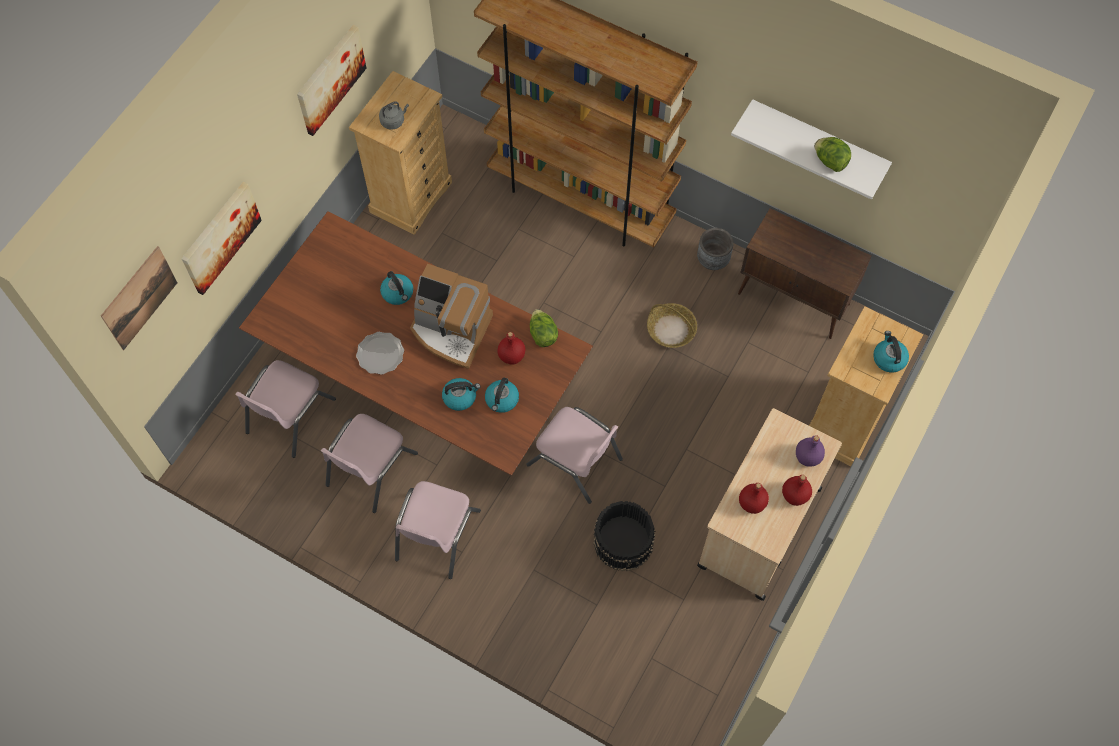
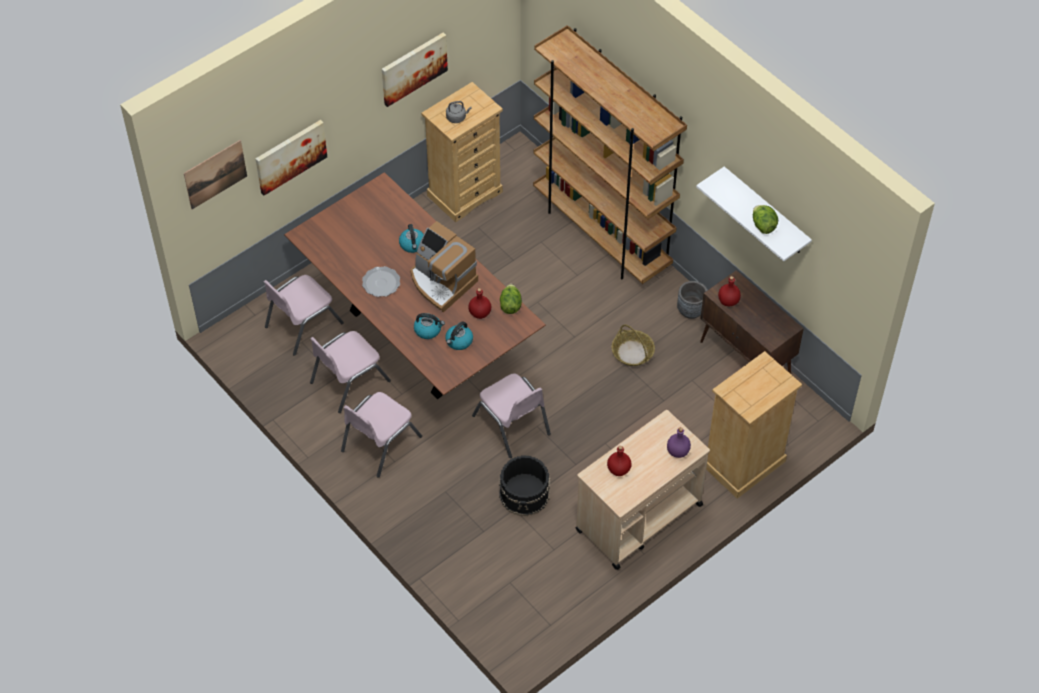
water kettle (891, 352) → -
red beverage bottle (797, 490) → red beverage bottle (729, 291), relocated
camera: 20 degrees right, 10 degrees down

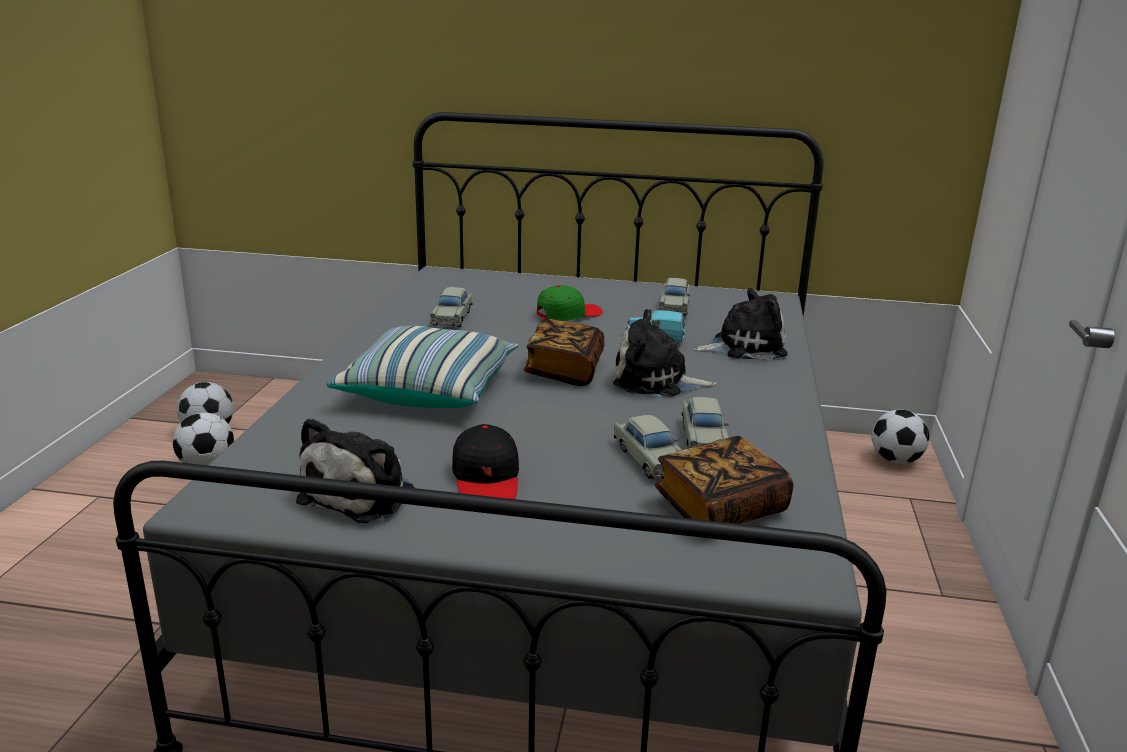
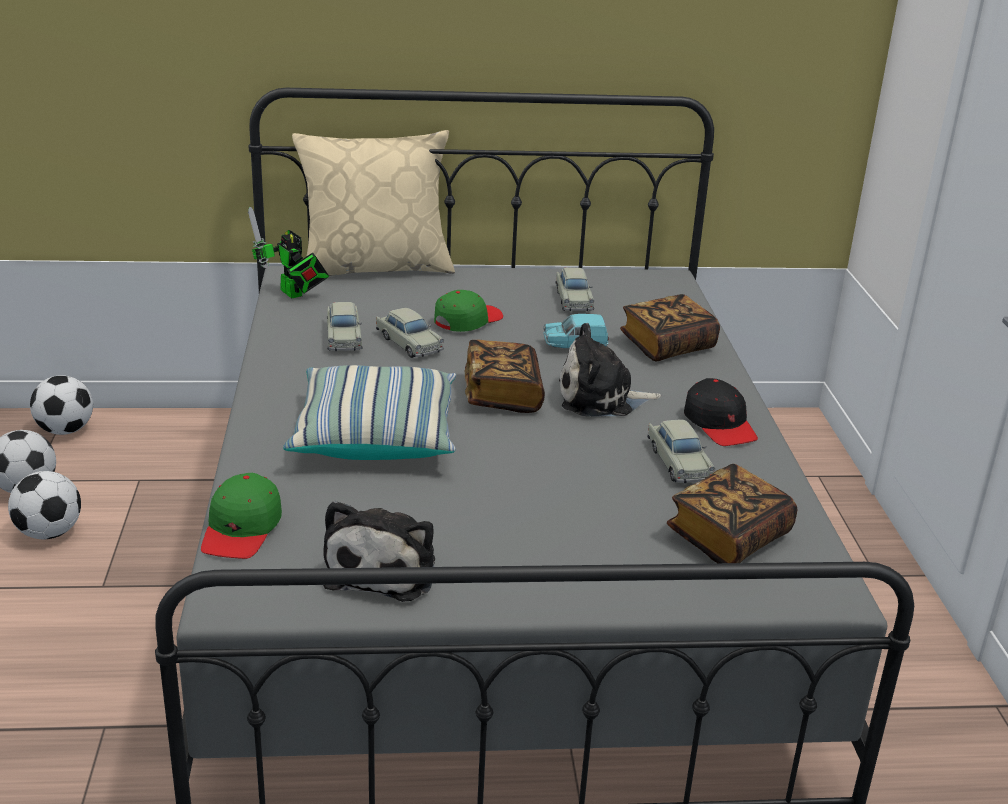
plush toy (741, 324) → bound book (670, 327)
ball for football (900, 437) → ball for football (61, 405), relocated
sand-coloured model car (648, 447) → sand-coloured model car (410, 333), relocated
black-coloured baseball cap (485, 461) → black-coloured baseball cap (721, 412), relocated
- → sand-coloured cushion (373, 203)
- → robot figure (288, 252)
- → green baseball cap (241, 516)
camera: 15 degrees left, 5 degrees up

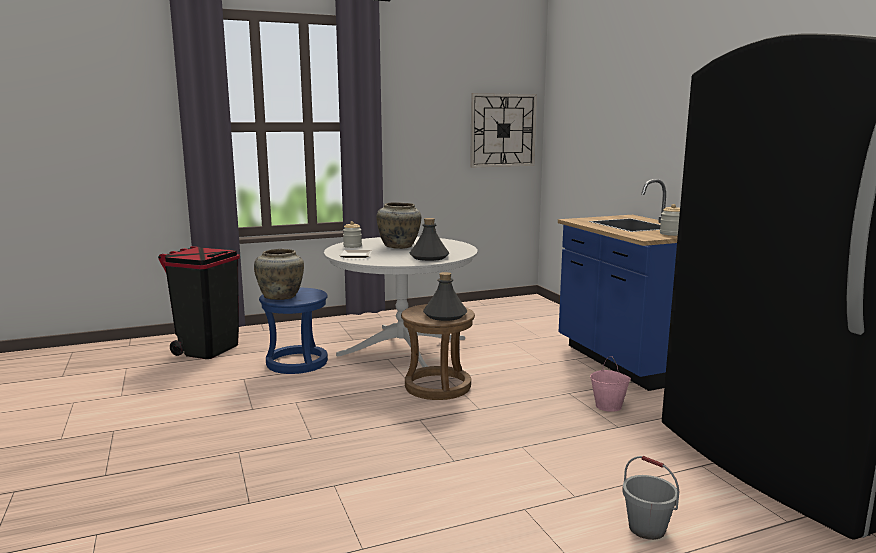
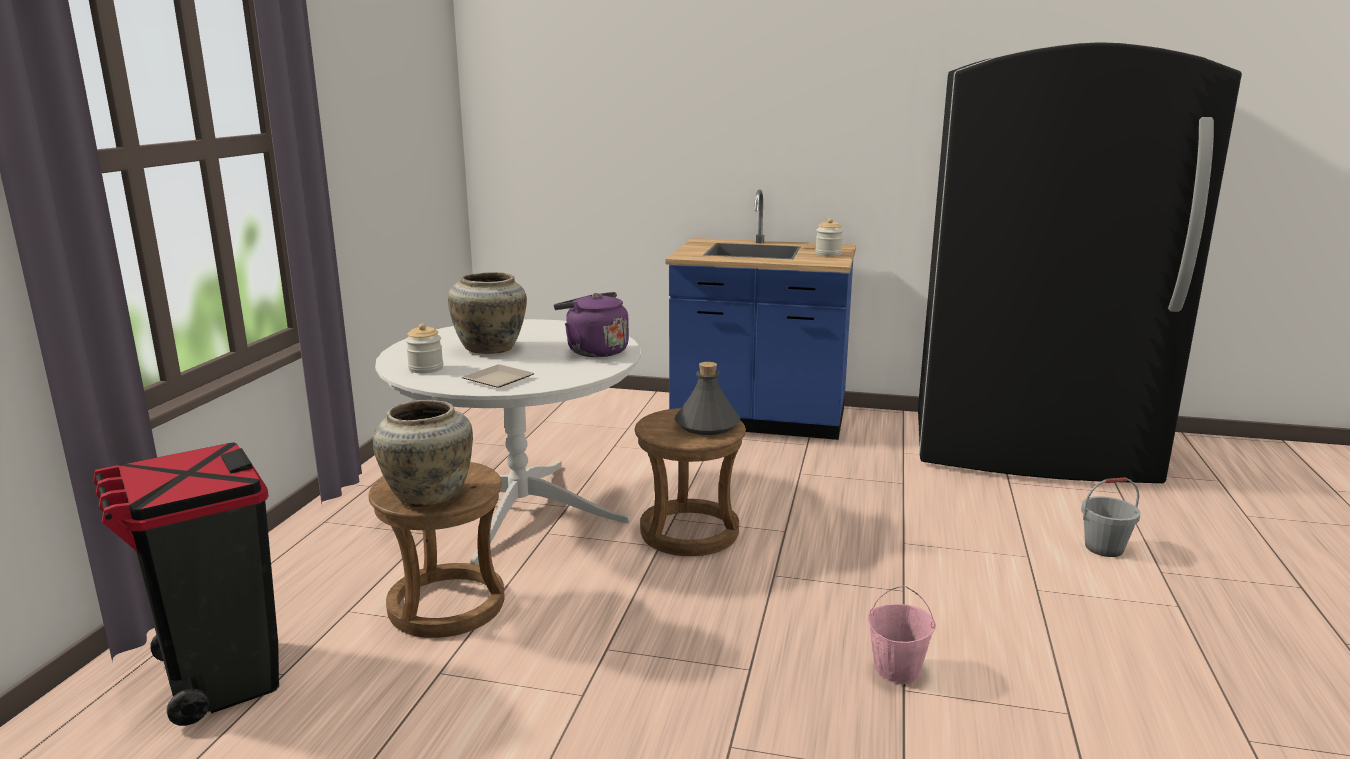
clock on the wall (503, 130) → -
greyish beverage bottle (429, 239) → purple water kettle (591, 324)
blue-coloured stool (293, 331) → brownish stool (436, 550)
pink-coloured pail (610, 384) → pink-coloured pail (902, 635), relocated
camera: 55 degrees left, 5 degrees up

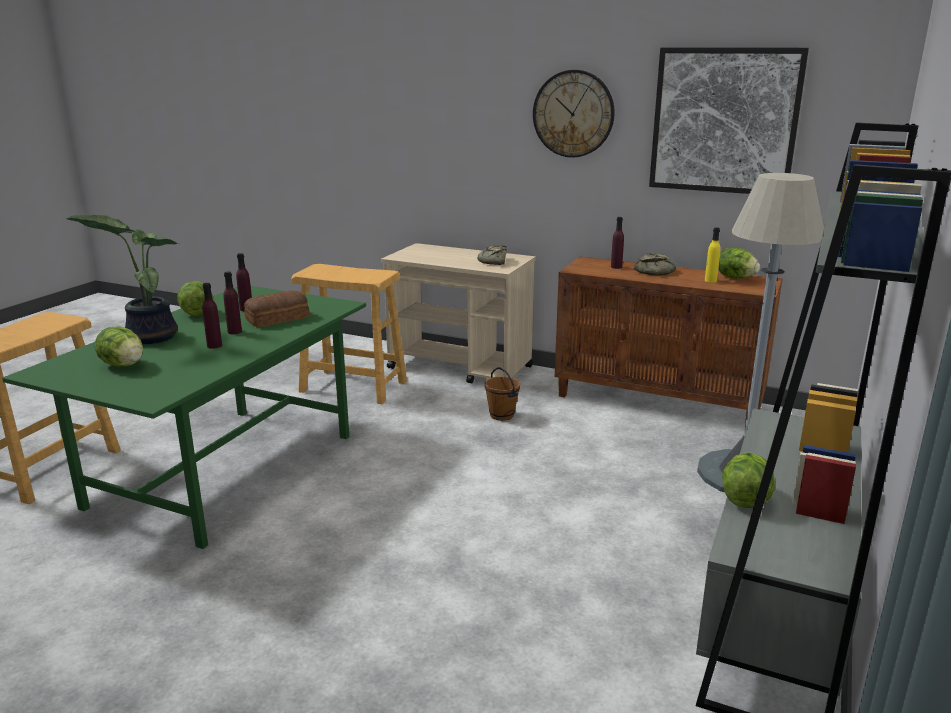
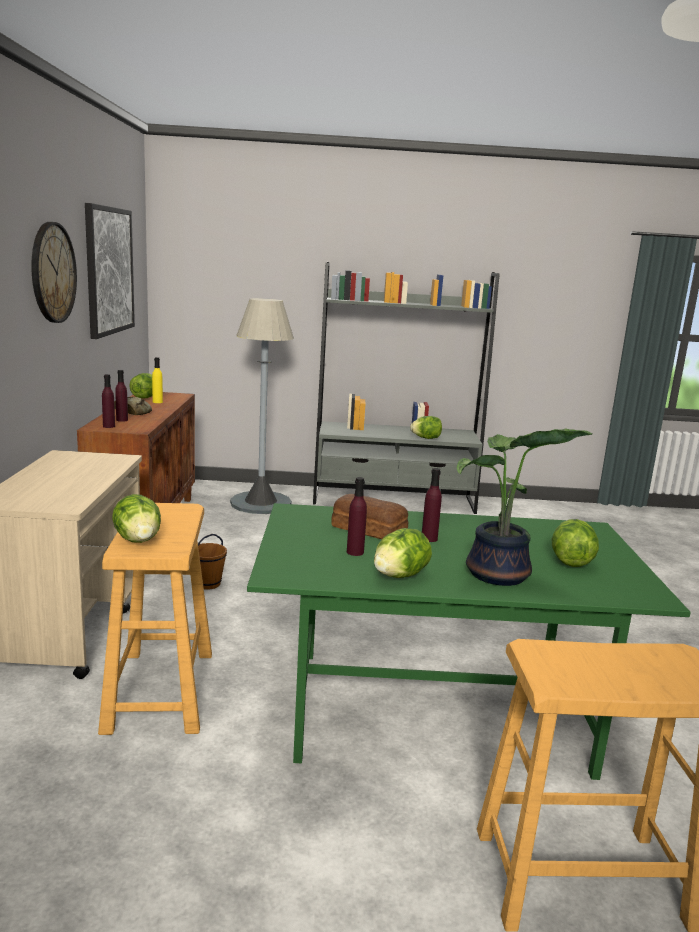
bread (492, 255) → -
purple beverage bottle (212, 316) → purple beverage bottle (108, 401), relocated
- → head of lettuce (136, 518)
camera: 115 degrees left, 5 degrees down

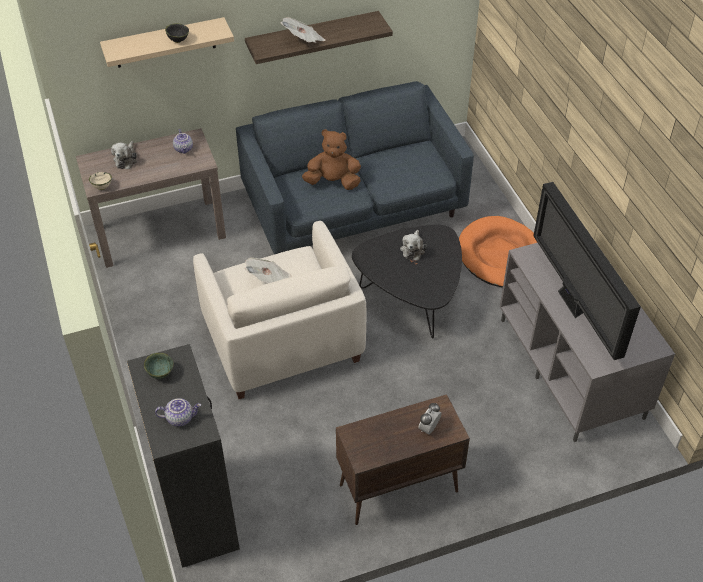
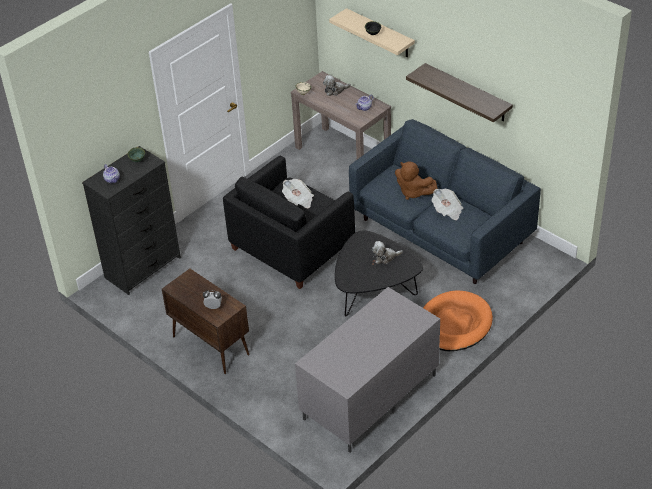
newspaper (303, 30) → newspaper (448, 204), relocated
brownish plush toy (331, 159) → brownish plush toy (416, 180), 150 degrees clockwise
television (587, 271) → -
white easy chair (279, 310) → black-coloured easy chair (289, 222)
camera: 65 degrees right, 5 degrees down

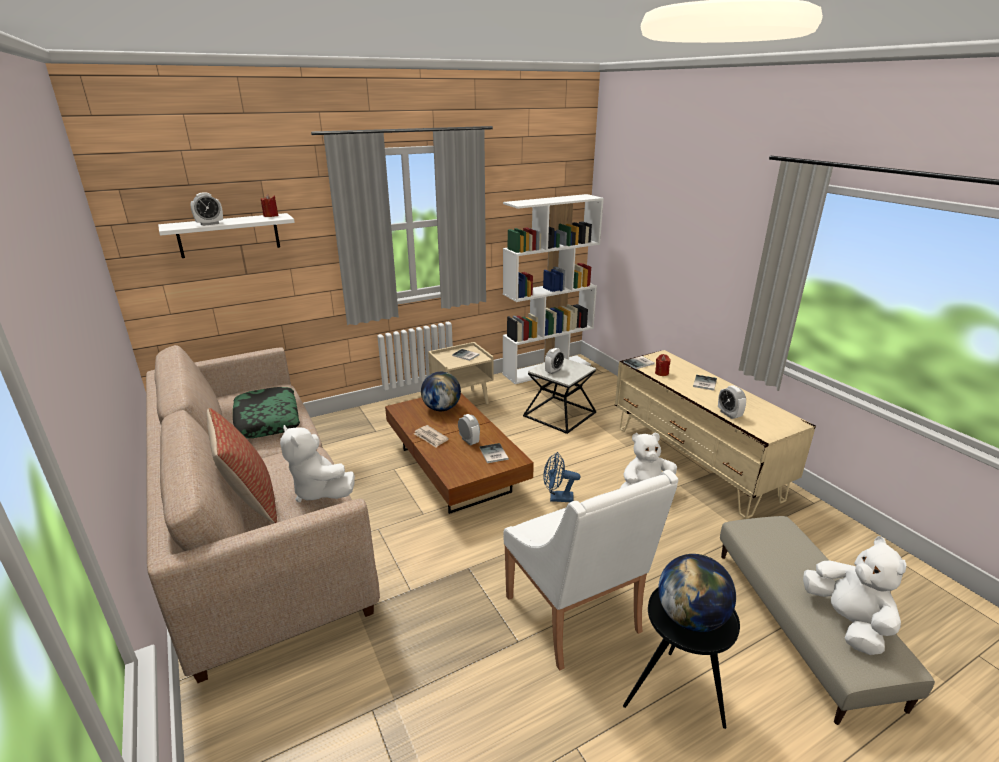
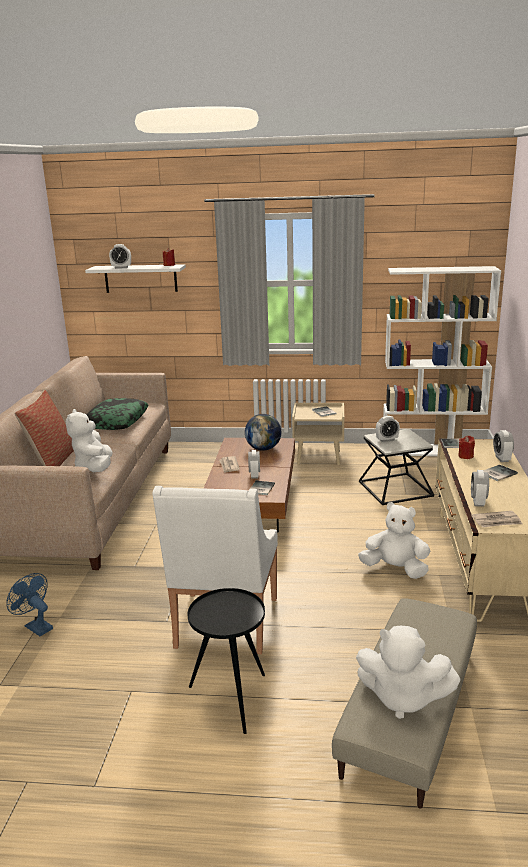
blue-coloured fan (562, 477) → blue-coloured fan (29, 604), relocated
white plush toy (854, 595) → white plush toy (408, 672), 90 degrees clockwise
globe (697, 593) → -
- → bedside clock (503, 446)
- → newspaper (497, 519)
camera: 35 degrees right, 5 degrees down

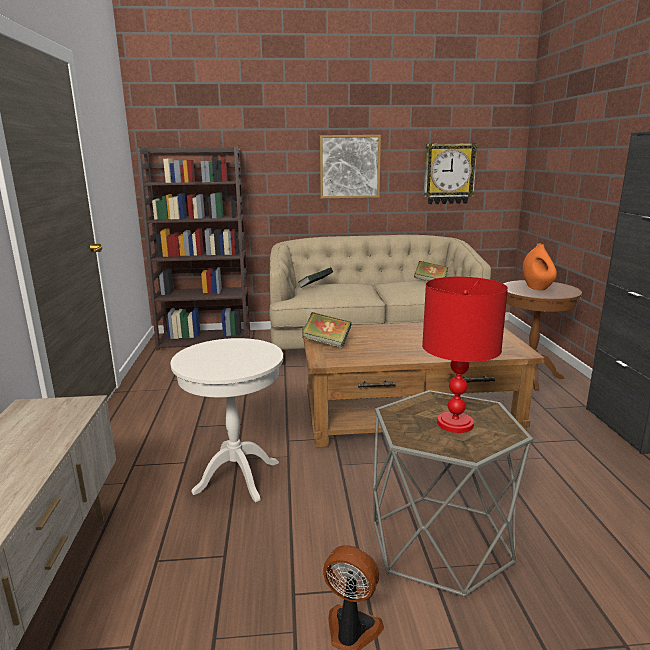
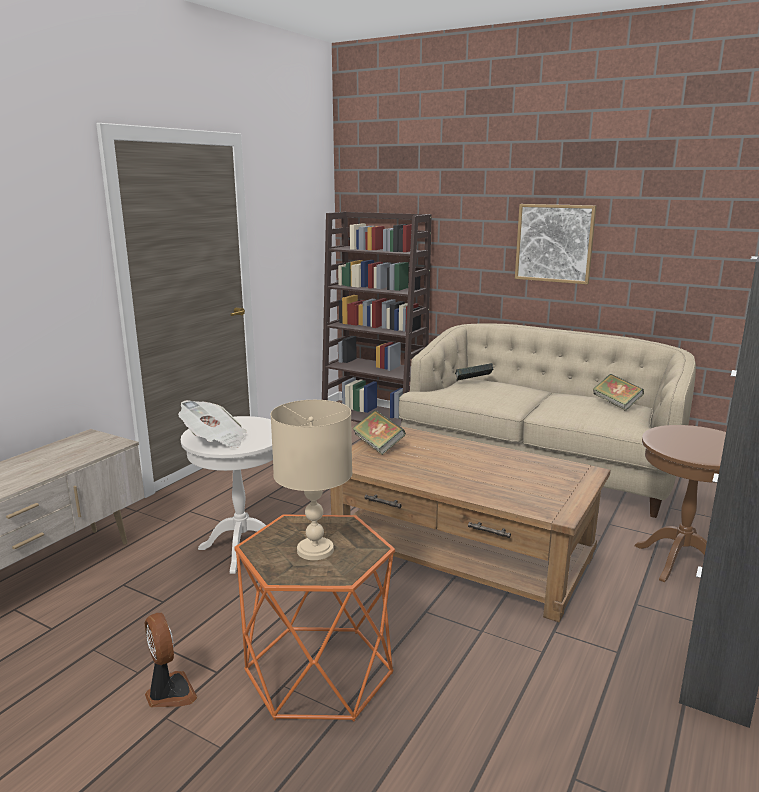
clock on the wall (450, 173) → -
orange vase (540, 266) → -
red lamp for a table (465, 355) → sand-coloured lamp for a table (311, 480)
greyish side table (453, 494) → orange side table (314, 618)
- → newspaper (212, 424)
camera: 35 degrees right, 0 degrees up

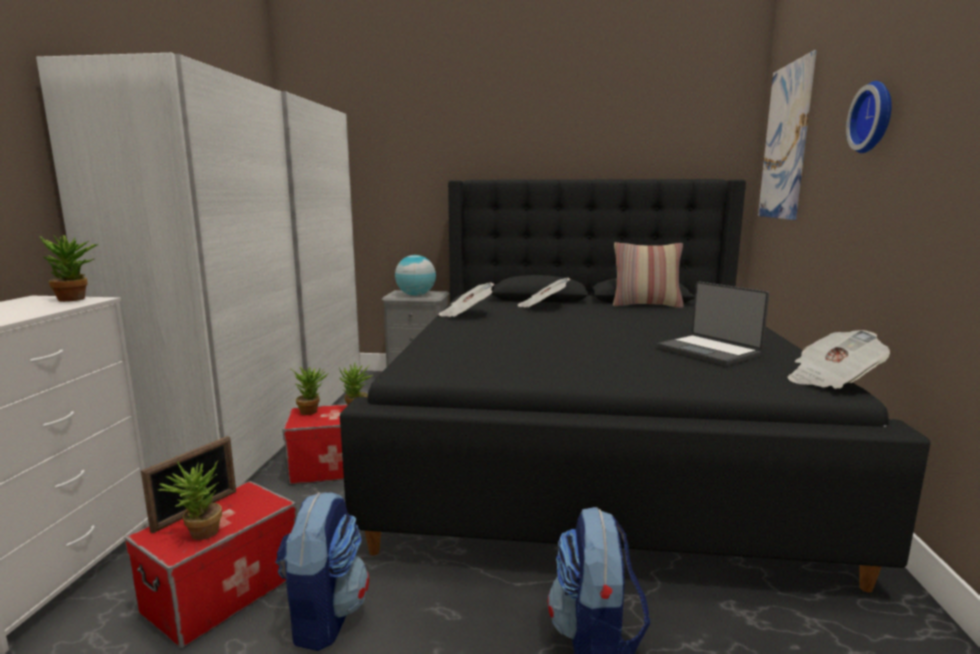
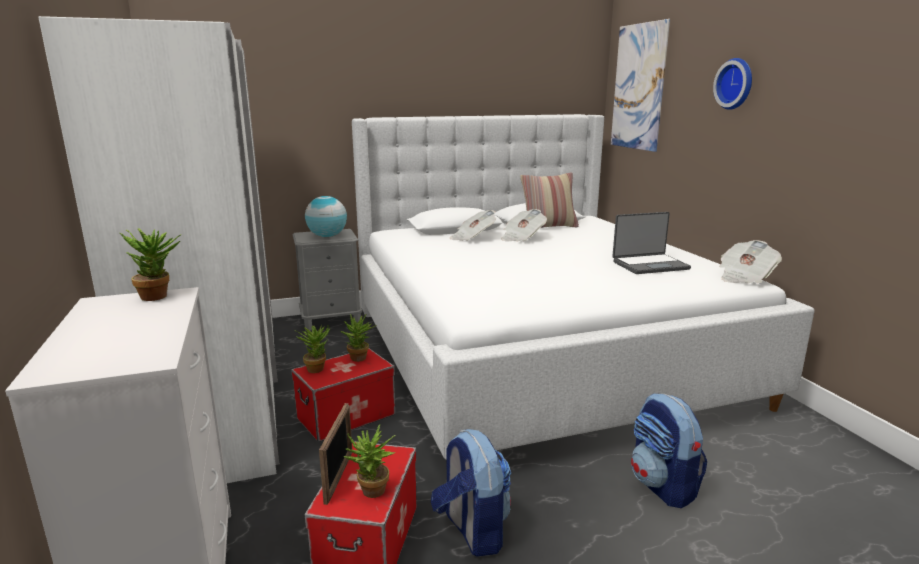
black-coloured bed (635, 386) → white bed (583, 287)
laptop (713, 324) → laptop (651, 243), 45 degrees counterclockwise
newspaper (466, 300) → newspaper (524, 225), relocated
camera: 25 degrees left, 5 degrees up

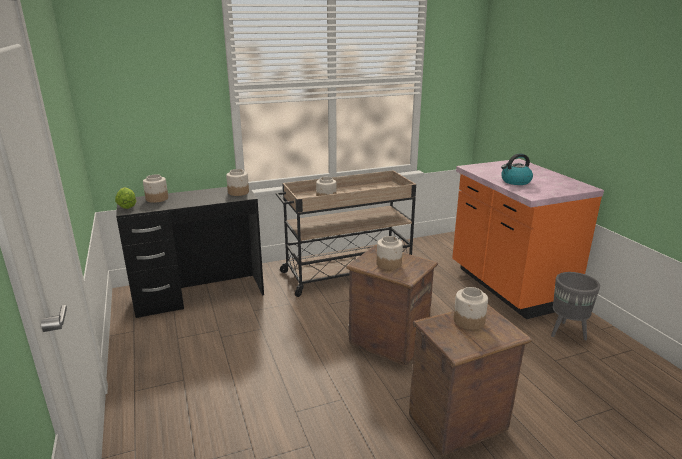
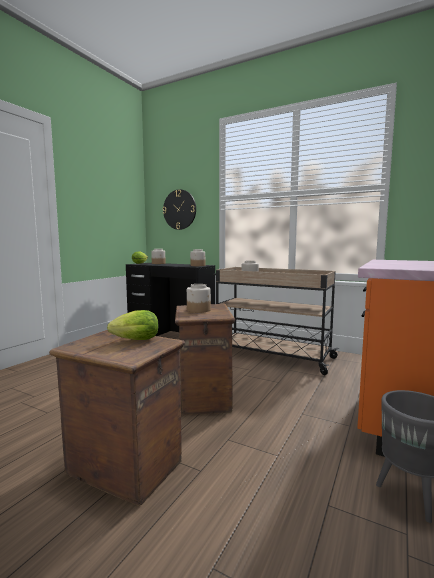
water kettle (517, 169) → -
preserve jar (471, 308) → head of lettuce (132, 325)
- → clock on the wall (179, 209)
camera: 50 degrees right, 15 degrees down

